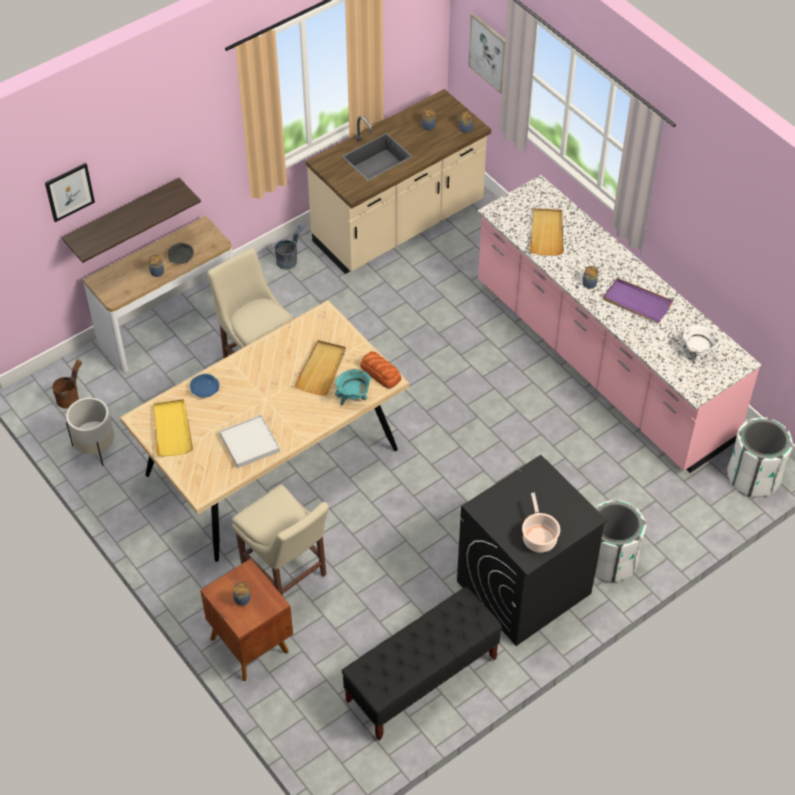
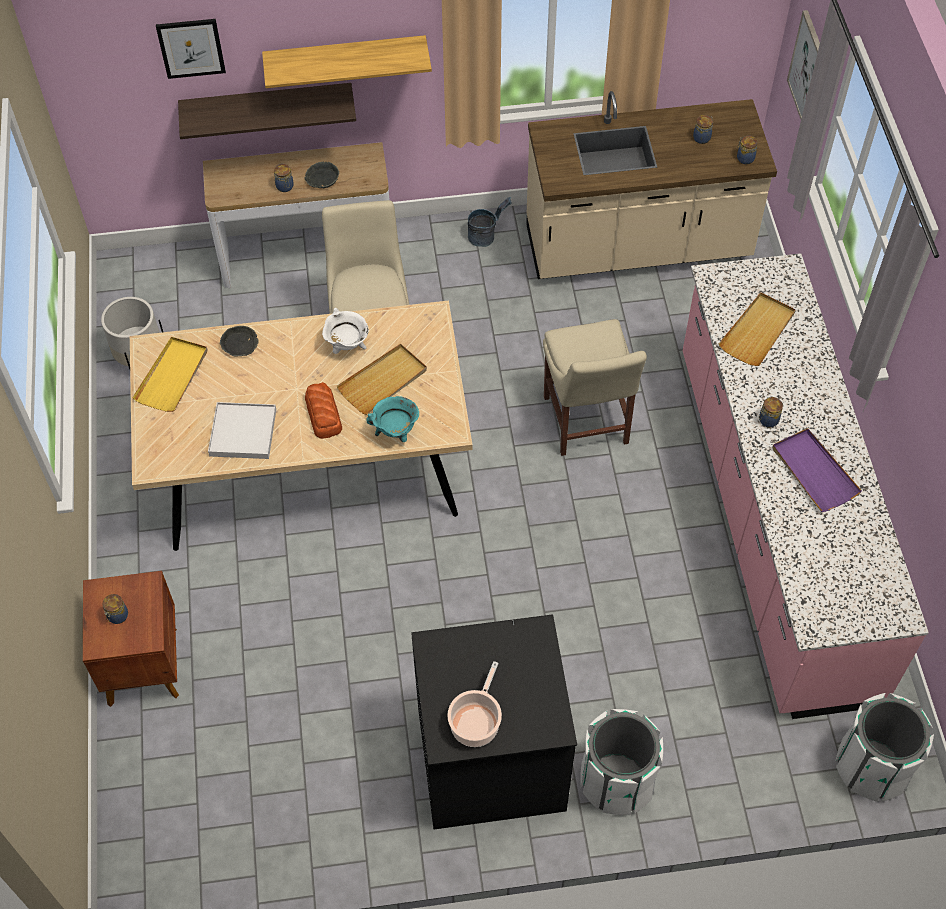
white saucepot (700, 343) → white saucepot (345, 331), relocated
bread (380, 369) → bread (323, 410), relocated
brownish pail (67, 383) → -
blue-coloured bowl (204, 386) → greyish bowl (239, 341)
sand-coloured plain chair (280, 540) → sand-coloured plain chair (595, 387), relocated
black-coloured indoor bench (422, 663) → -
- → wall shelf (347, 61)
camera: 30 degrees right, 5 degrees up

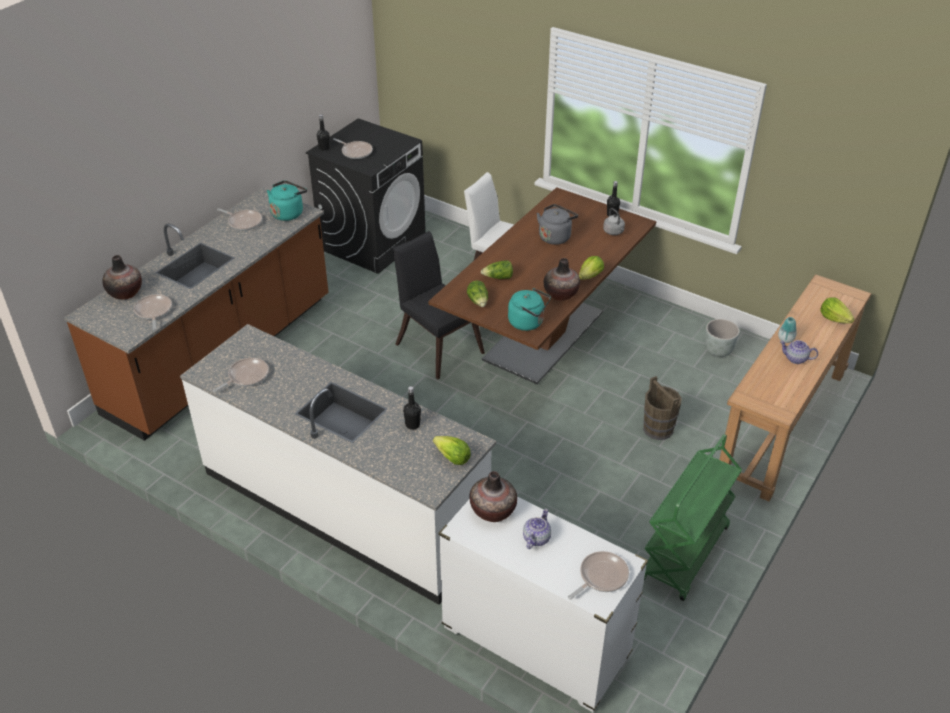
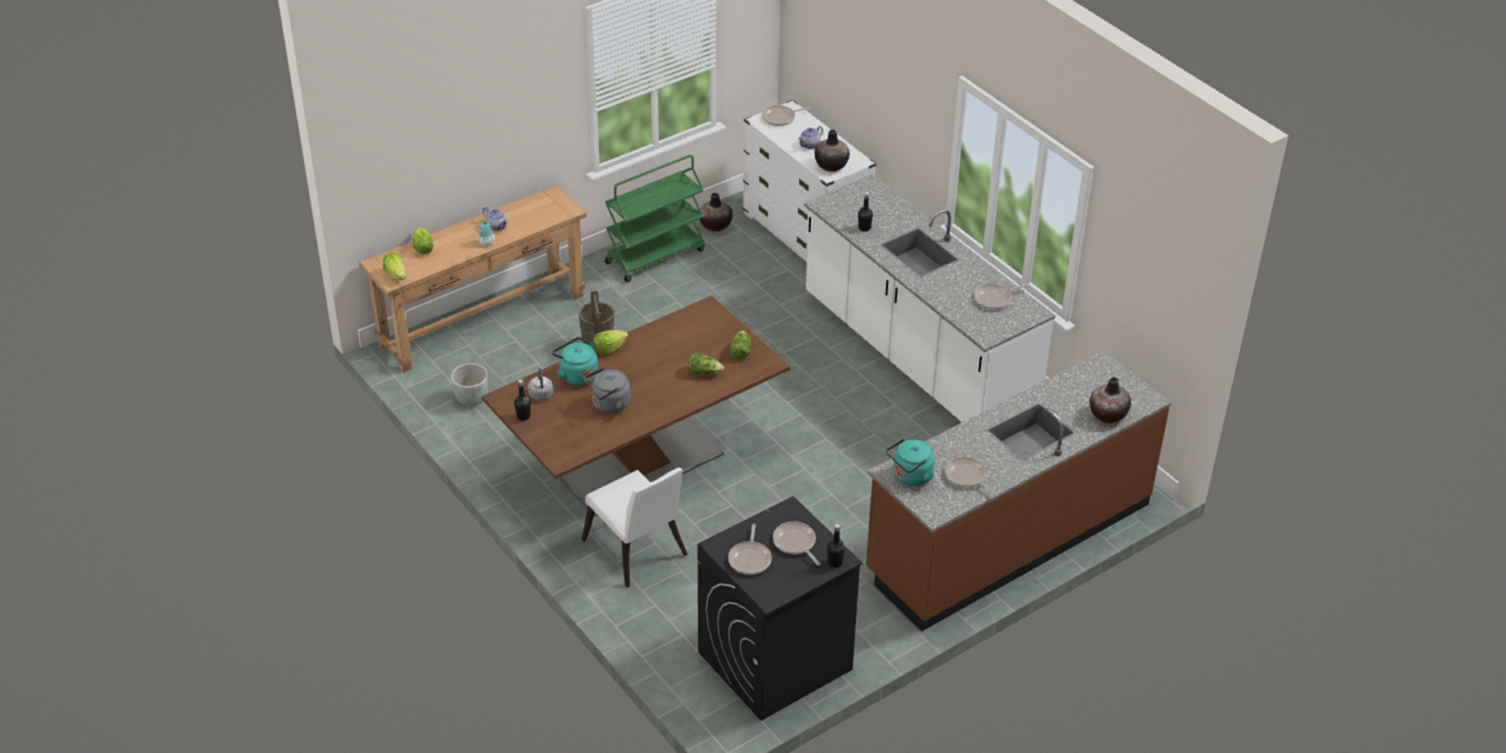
black-coloured plain chair (439, 305) → -
vase (562, 279) → vase (715, 212), relocated
blue-green water kettle (529, 309) → blue-green water kettle (575, 361), relocated
skillet (153, 312) → skillet (750, 549), relocated
head of lettuce (452, 450) → head of lettuce (394, 266), relocated
camera: 160 degrees left, 0 degrees up

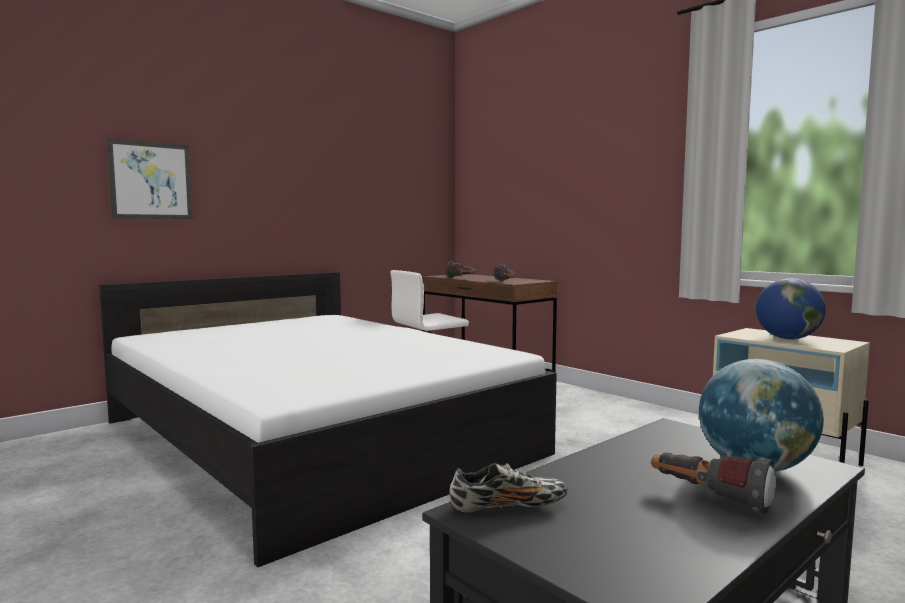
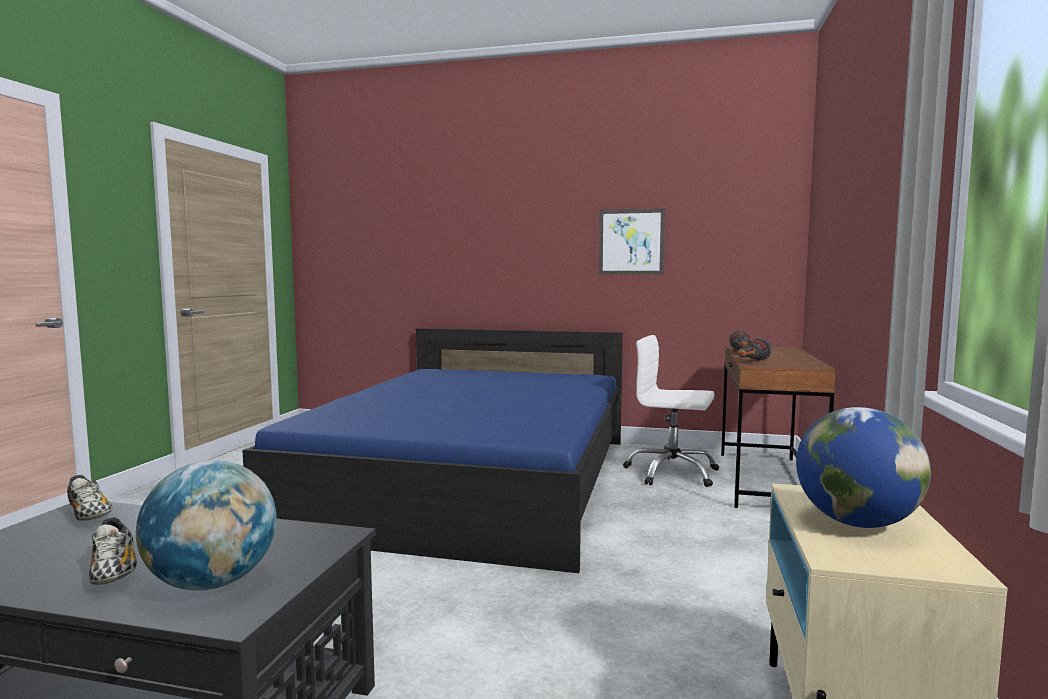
wall art (149, 178) → wall art (632, 241), relocated
white bed (328, 420) → blue-coloured bed (432, 450)
flashlight (713, 483) → item of footwear (113, 551)
camera: 55 degrees right, 0 degrees up

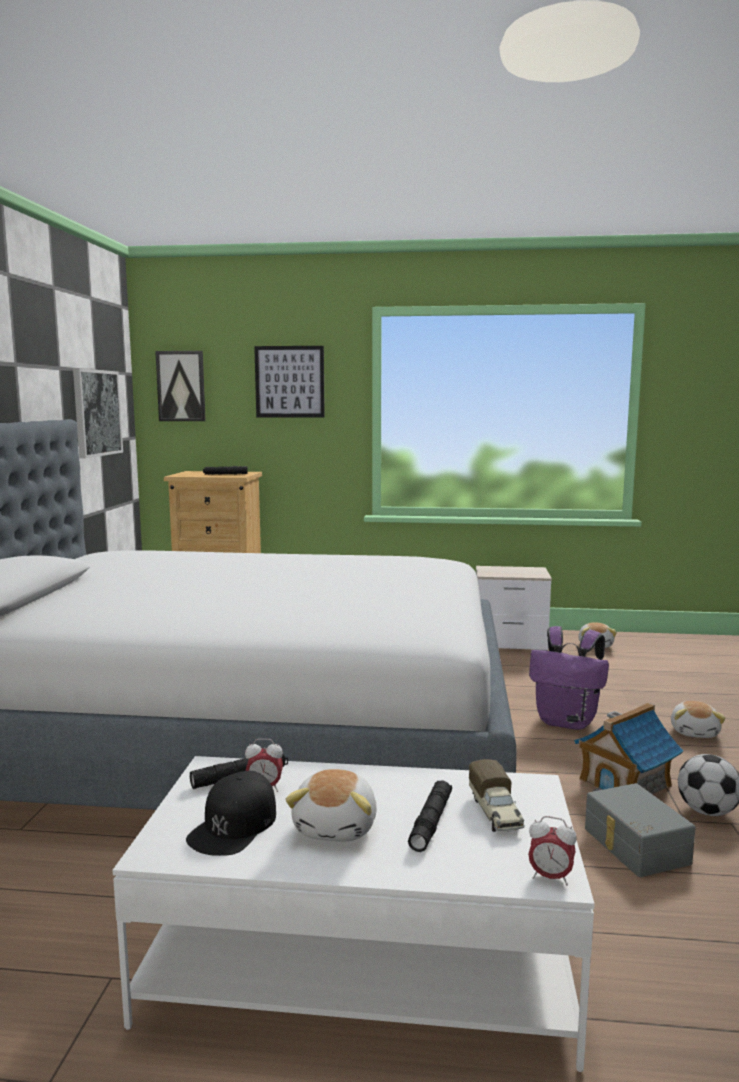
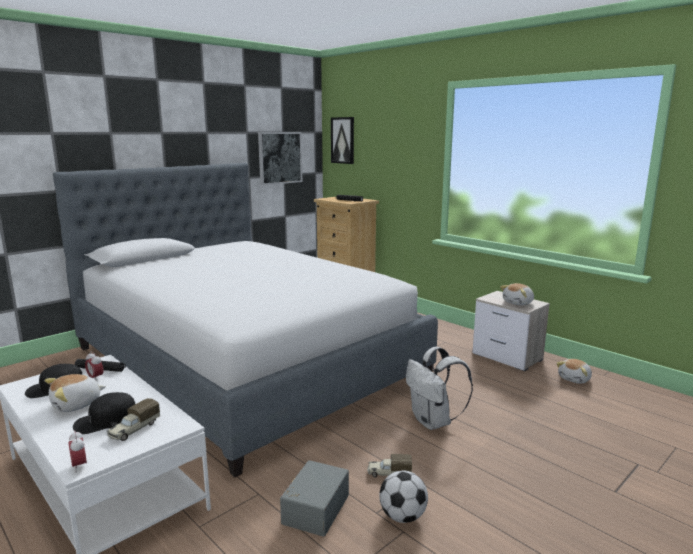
wall art (289, 382) → -
purple rucksack (569, 678) → white rucksack (439, 388)
plush toy (698, 719) → plush toy (517, 294), relocated
miniature house (628, 748) → toy lorry (389, 465)
black-coloured flashlight (430, 816) → black-coloured baseball cap (104, 413)
camera: 40 degrees right, 5 degrees up

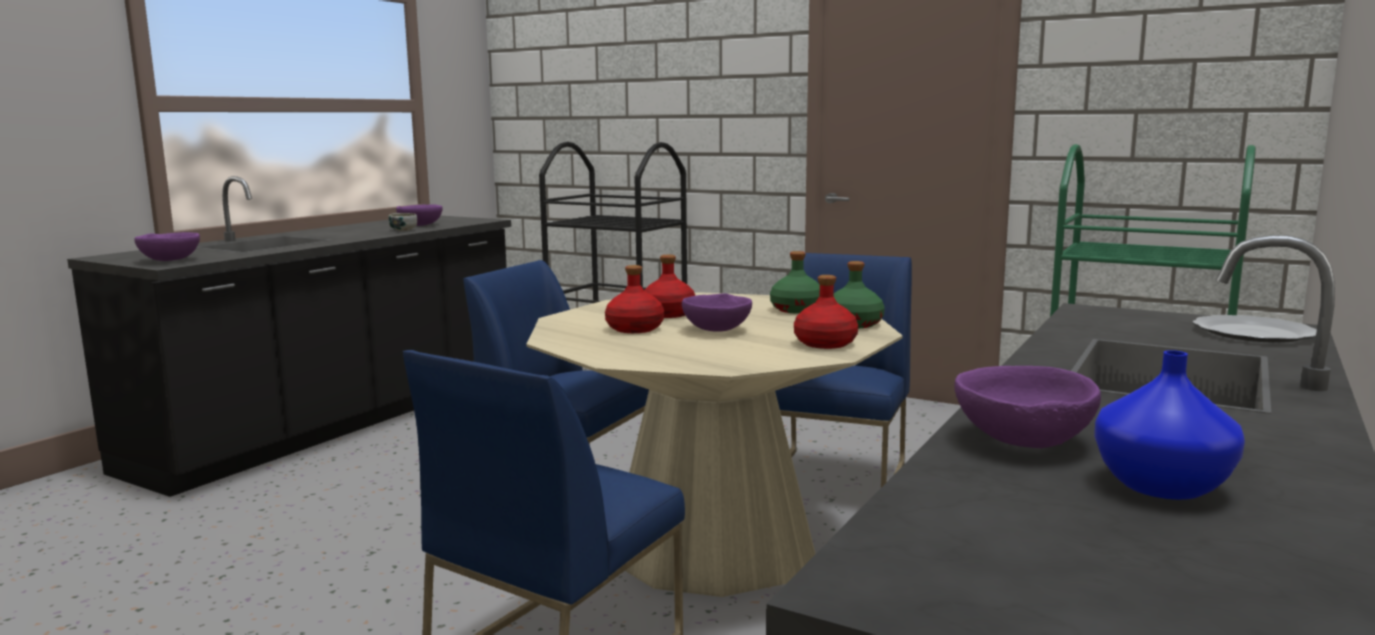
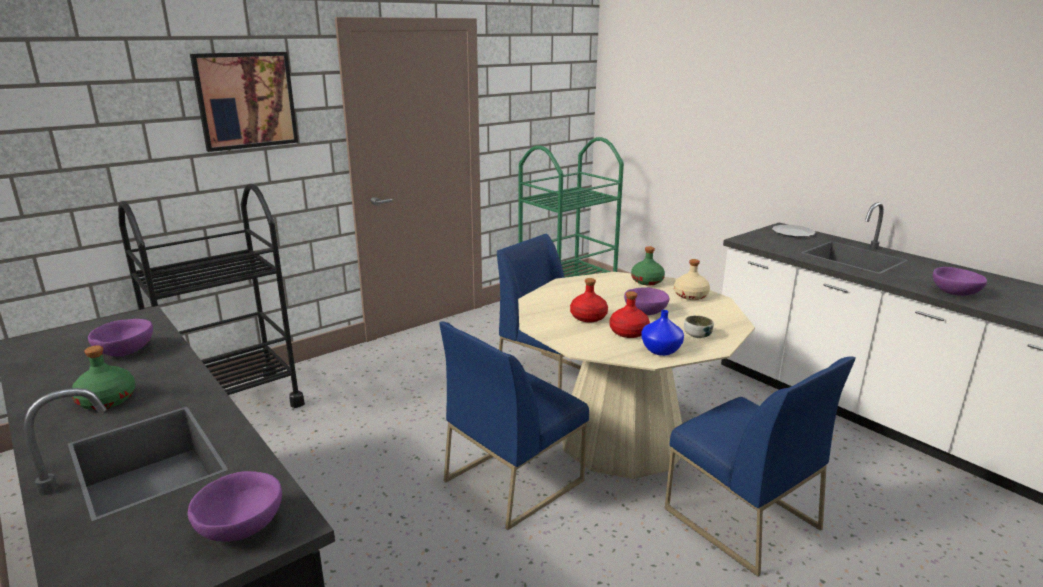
bowl (402, 222) → bowl (699, 327), relocated
green beverage bottle (795, 282) → green beverage bottle (103, 377), relocated
red beverage bottle (826, 312) → sand-coloured beverage bottle (692, 279)
blue-coloured vase (1169, 425) → blue-coloured vase (662, 333), relocated
- → wall art (244, 102)
camera: 70 degrees left, 10 degrees up

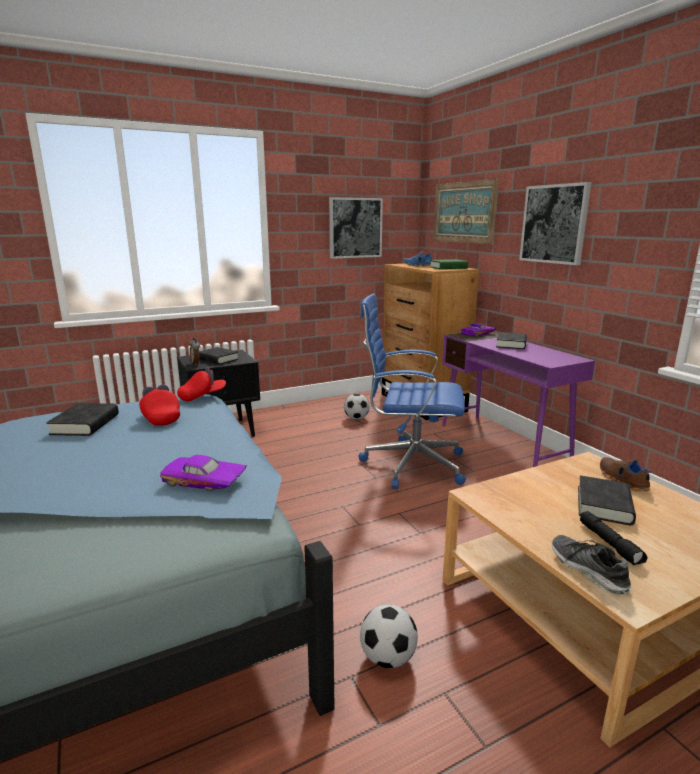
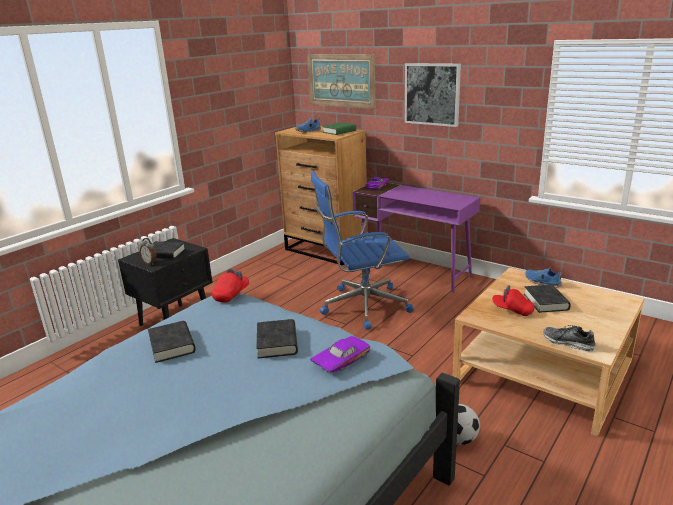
wall art (356, 228) → -
black-coloured bound book (511, 340) → black-coloured bound book (277, 339), relocated
red baseball cap (159, 404) → red baseball cap (513, 300), relocated
ball for football (357, 406) → -
purple model car (203, 473) → purple model car (340, 354), 150 degrees clockwise
brownish item of footwear (625, 474) → blue-coloured item of footwear (543, 278)
black-coloured flashlight (613, 538) → -
camera: 25 degrees left, 5 degrees up

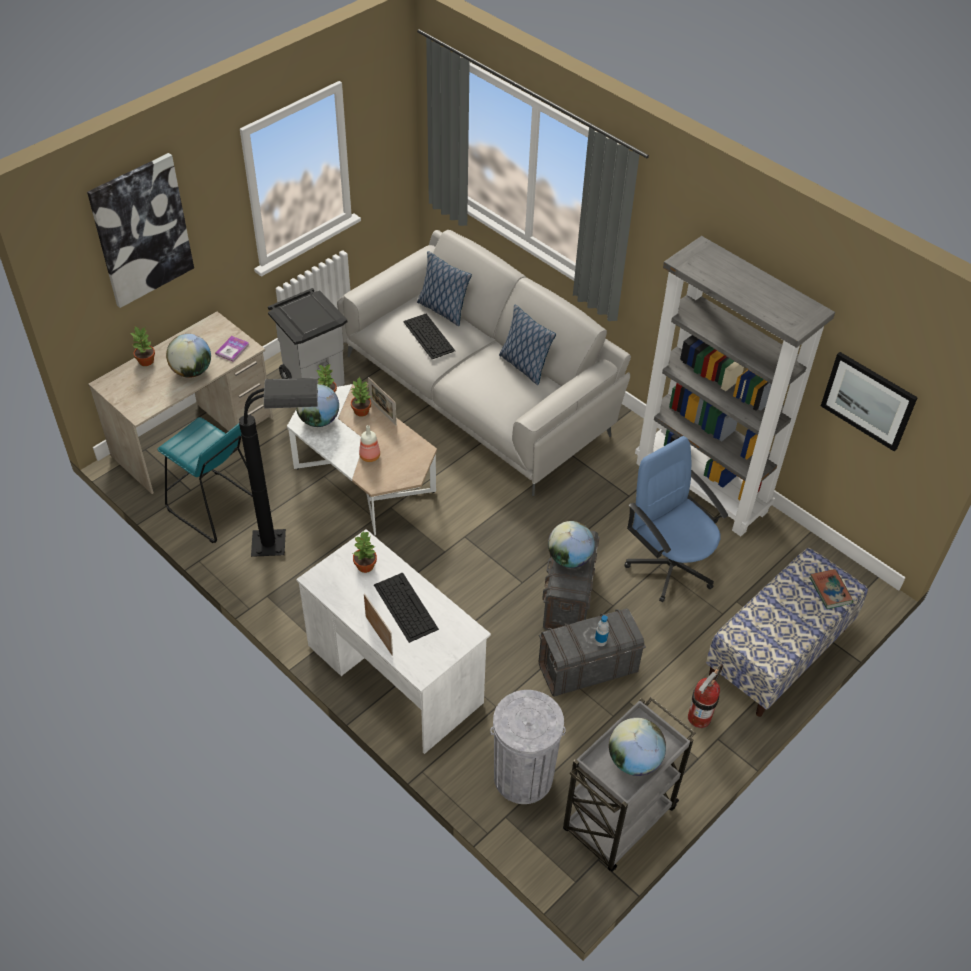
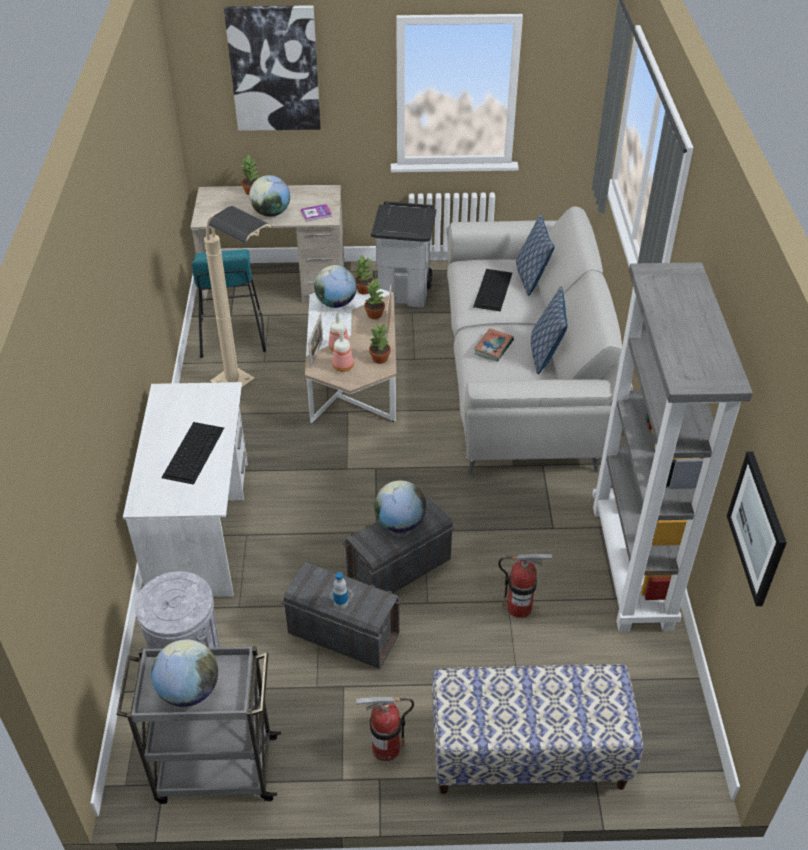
black-coloured standard lamp (278, 467) → sand-coloured standard lamp (238, 296)
blue-coloured office chair (676, 519) → extinguisher (525, 586)
houseplant (365, 552) → houseplant (380, 344), relocated
bound book (831, 589) → bound book (494, 345), relocated
picture frame (378, 624) → picture frame (315, 341), relocated
- → beverage bottle (343, 351)
camera: 45 degrees right, 5 degrees down

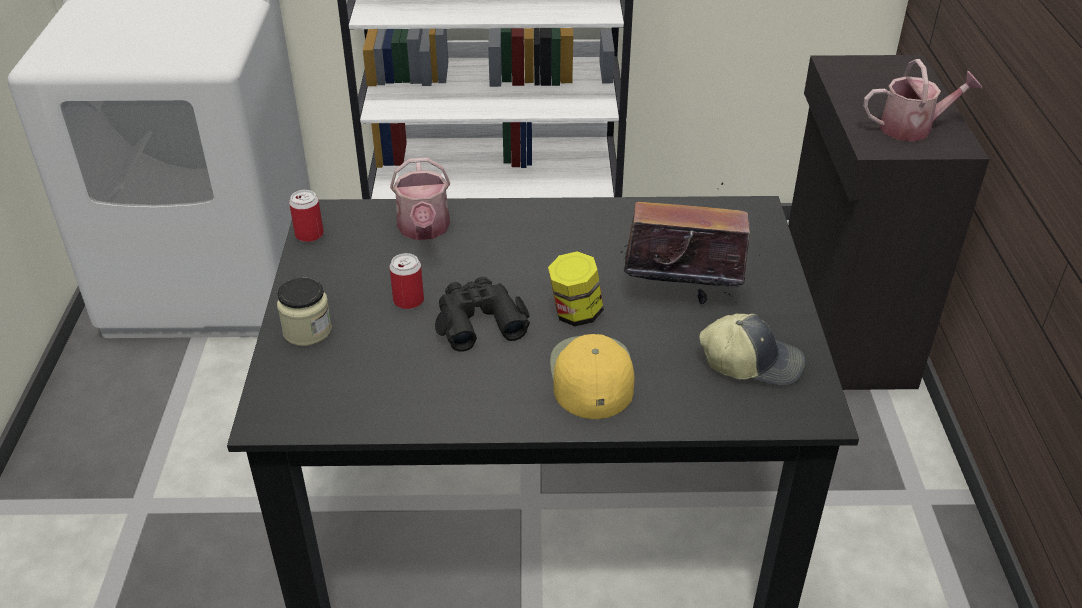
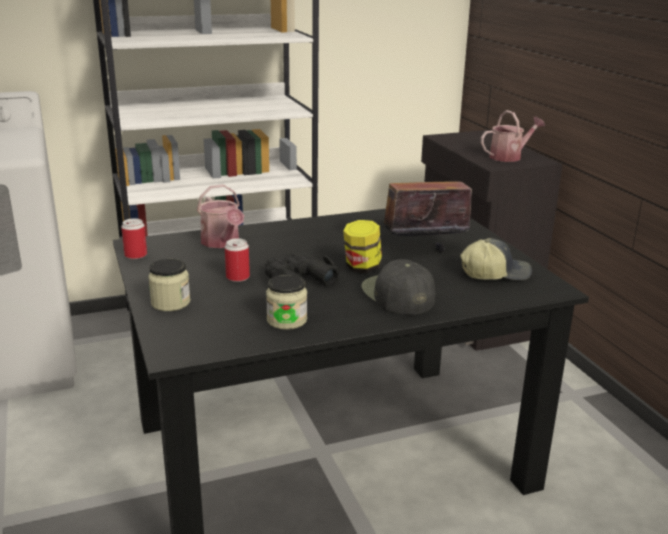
yellow-coloured baseball cap (592, 376) → black-coloured baseball cap (398, 287)
- → preserve jar (286, 302)
camera: 20 degrees left, 15 degrees down

